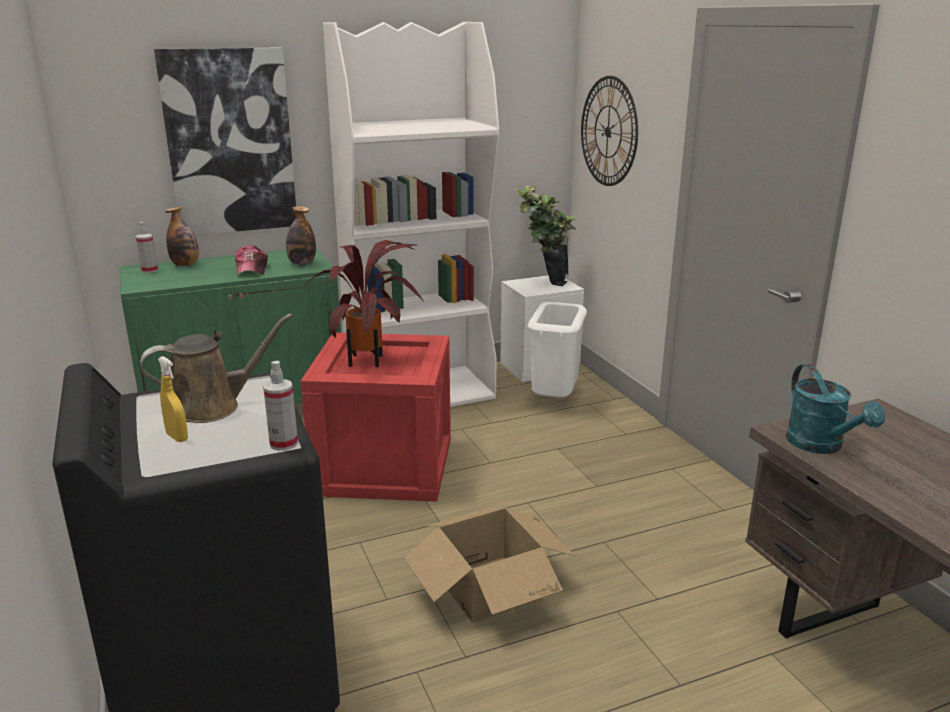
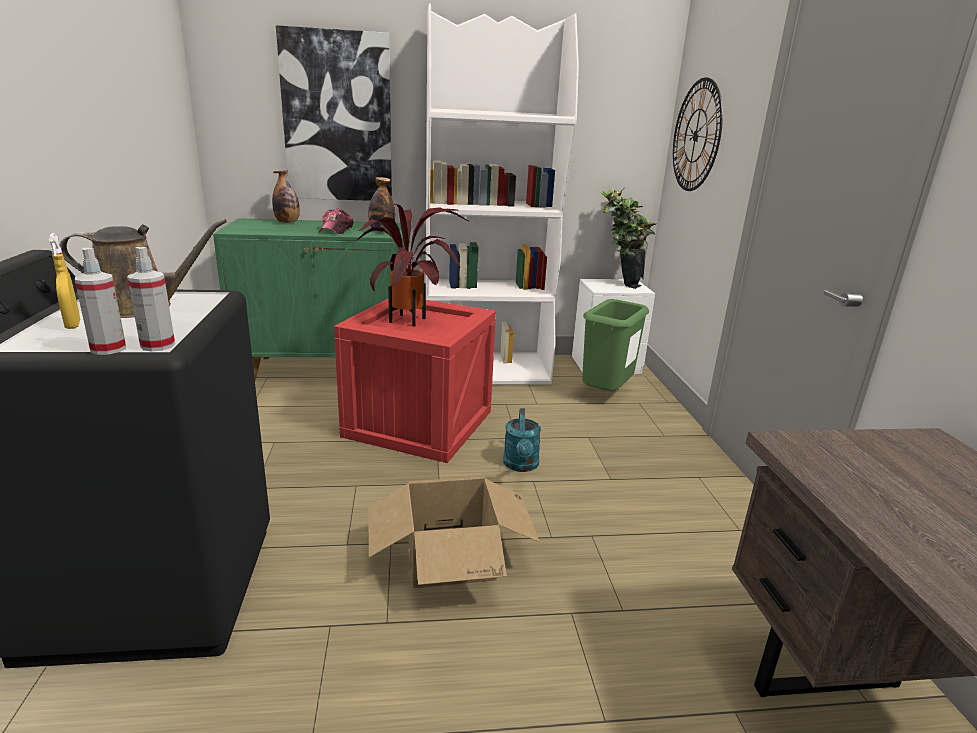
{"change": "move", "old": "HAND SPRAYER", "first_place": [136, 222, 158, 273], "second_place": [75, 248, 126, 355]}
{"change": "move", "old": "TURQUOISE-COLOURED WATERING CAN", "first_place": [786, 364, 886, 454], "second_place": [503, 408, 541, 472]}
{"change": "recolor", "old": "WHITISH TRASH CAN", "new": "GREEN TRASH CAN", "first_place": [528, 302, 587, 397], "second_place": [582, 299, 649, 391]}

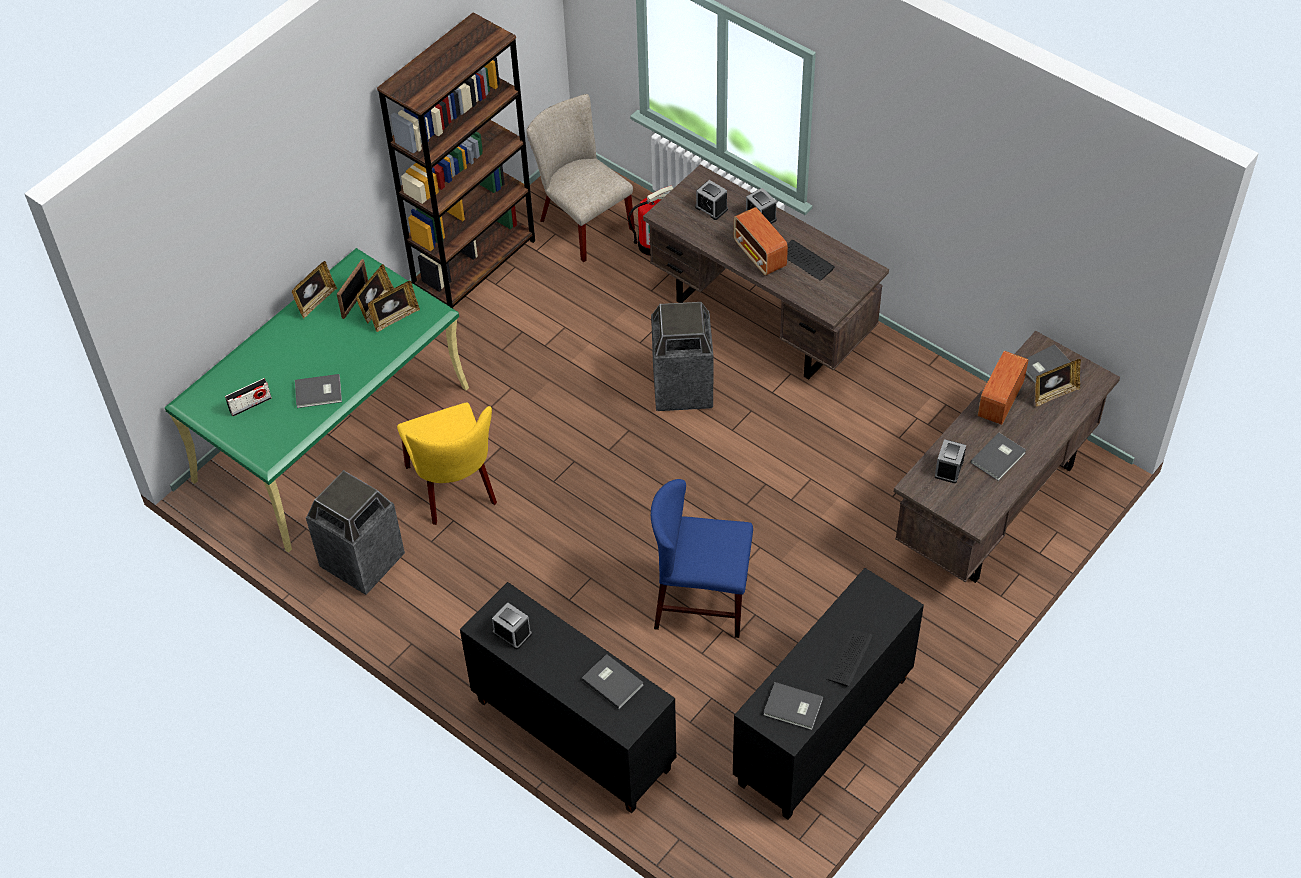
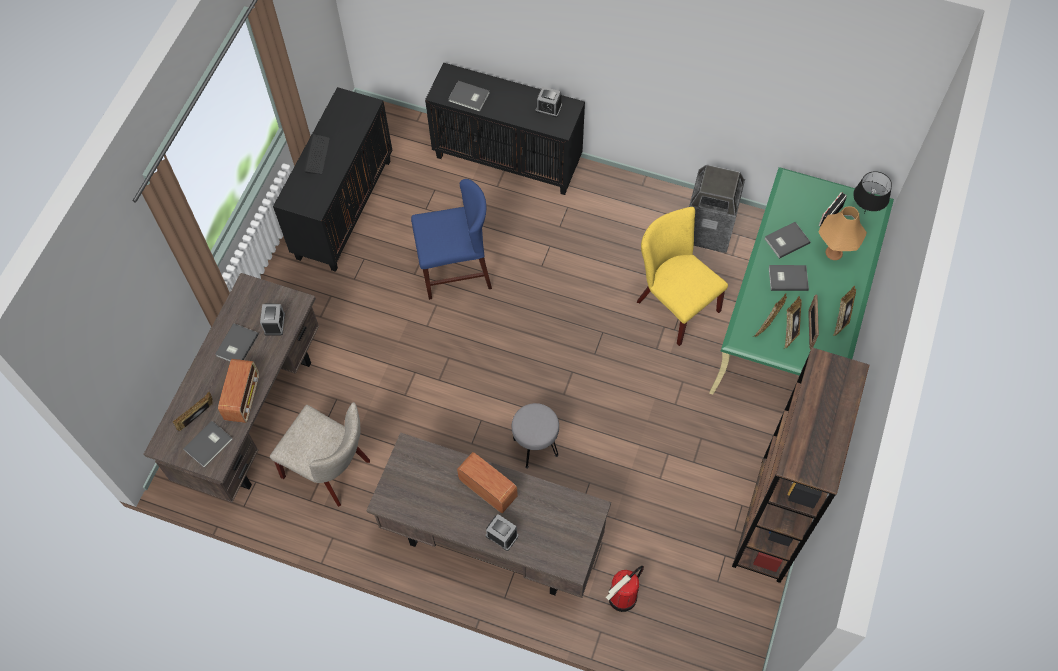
{"change": "move", "old": "BEIGE-COLOURED UPRIGHT CHAIR", "first_place": [526, 94, 635, 262], "second_place": [270, 402, 370, 507]}
{"change": "replace", "old": "TRASH CAN", "new": "GRAY STOOL SEAT", "first_place": [651, 302, 713, 411], "second_place": [512, 403, 559, 469]}
{"change": "move", "old": "GRAY BOUND BOOK", "first_place": [763, 682, 823, 730], "second_place": [769, 265, 809, 291]}
{"change": "insert", "new": "ORANGE-COLOURED TABLE LAMP", "second_place": [818, 206, 867, 260]}
{"change": "insert", "new": "BLACK-COLOURED TABLE LAMP", "second_place": [853, 171, 892, 213]}
{"change": "delete", "old": "ALARM CLOCK", "first_place": [695, 180, 728, 220]}
{"change": "delete", "old": "KEYBOARD", "first_place": [787, 240, 835, 281]}

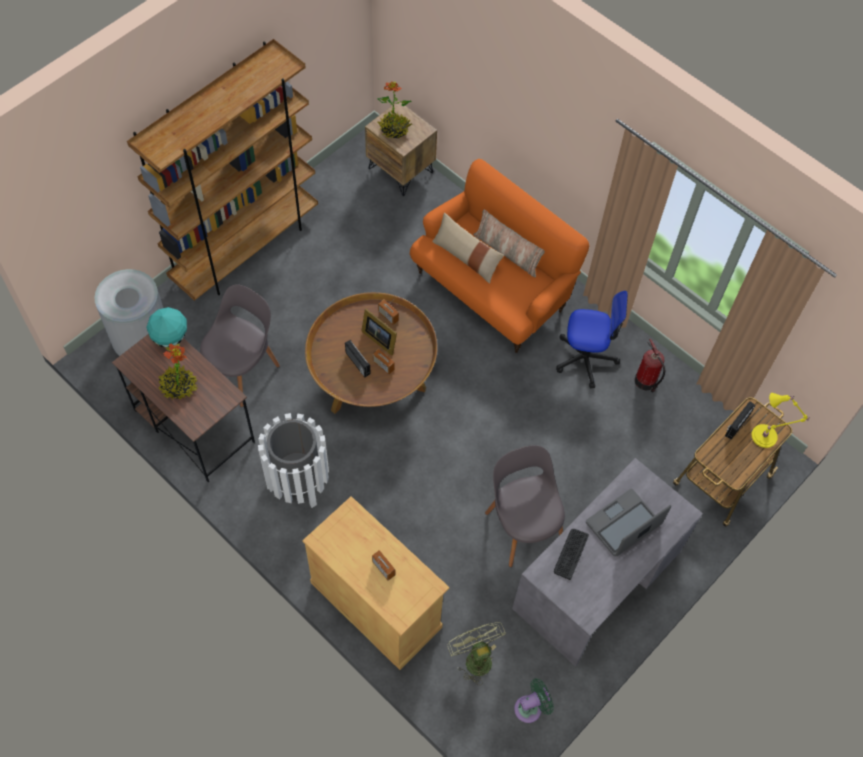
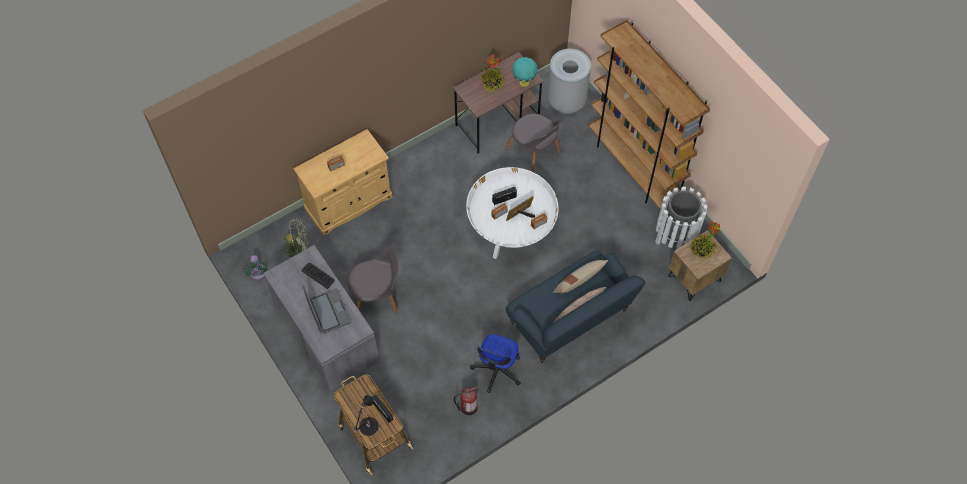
{"change": "recolor", "old": "YELLOW-COLOURED TABLE LAMP", "new": "BLACK-COLOURED TABLE LAMP", "first_place": [751, 393, 810, 448], "second_place": [354, 395, 379, 436]}
{"change": "recolor", "old": "BROWN-COLOURED COFFEE TABLE", "new": "WHITISH COFFEE TABLE", "first_place": [305, 292, 437, 414], "second_place": [466, 167, 558, 259]}
{"change": "recolor", "old": "ORANGE-COLOURED COUCH", "new": "BLUISH COUCH", "first_place": [410, 159, 589, 353], "second_place": [506, 251, 645, 363]}
{"change": "move", "old": "WHITISH TRASH CAN", "first_place": [258, 413, 329, 508], "second_place": [655, 187, 707, 249]}

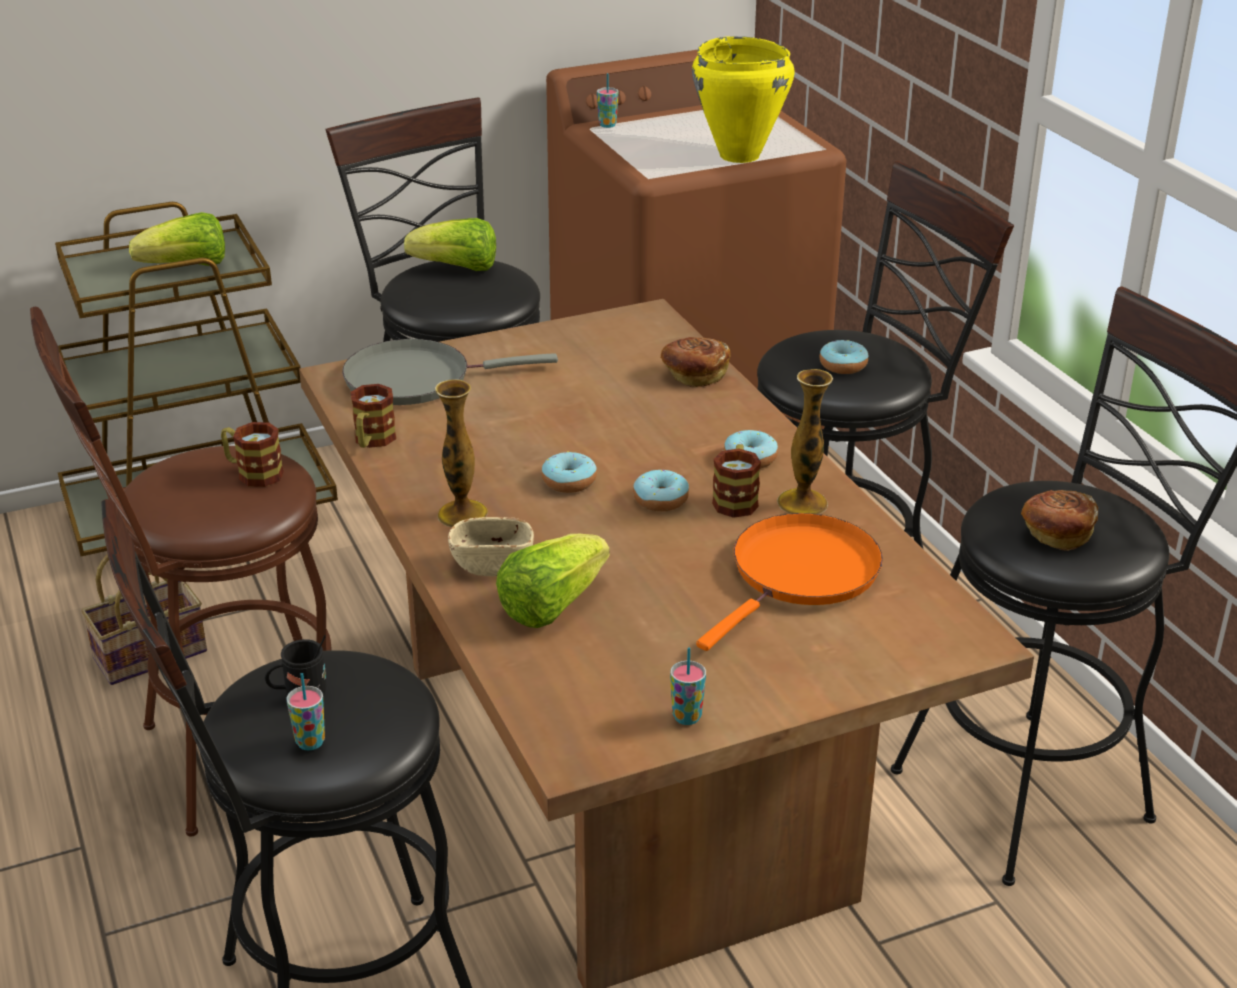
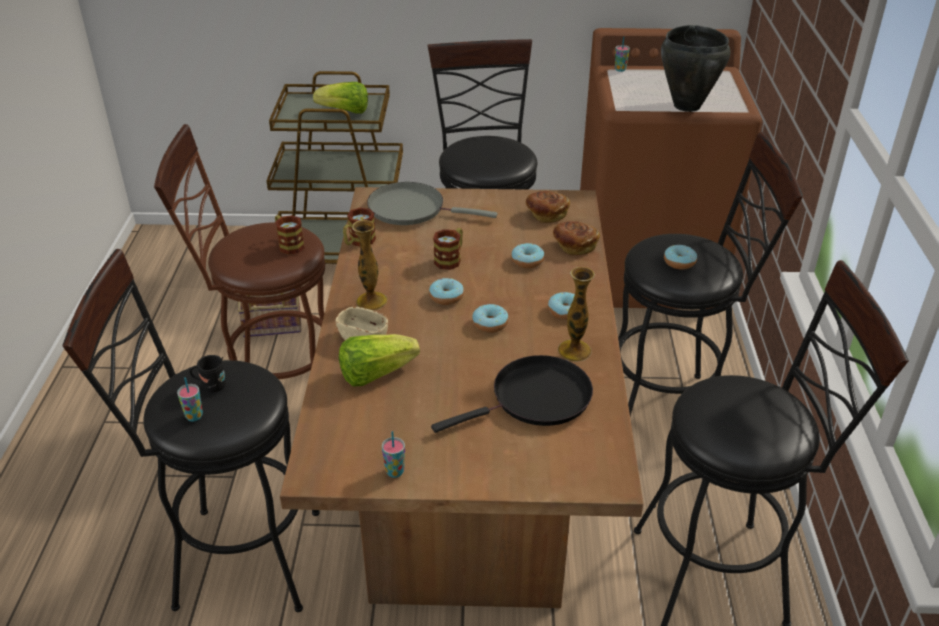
{"change": "recolor", "old": "ORANGE-COLOURED SKILLET", "new": "BLACK-COLOURED SKILLET", "first_place": [696, 513, 883, 651], "second_place": [431, 355, 593, 433]}
{"change": "move", "old": "TEA MUG", "first_place": [712, 444, 761, 518], "second_place": [433, 228, 463, 270]}
{"change": "insert", "new": "DONUT", "second_place": [511, 243, 544, 268]}
{"change": "move", "old": "BAKERY BREAD", "first_place": [1021, 490, 1098, 551], "second_place": [526, 191, 570, 223]}
{"change": "recolor", "old": "YELLOW-COLOURED SAUCEPOT", "new": "BLACK-COLOURED SAUCEPOT", "first_place": [692, 36, 795, 163], "second_place": [661, 25, 731, 112]}
{"change": "delete", "old": "HEAD OF LETTUCE", "first_place": [404, 218, 496, 271]}

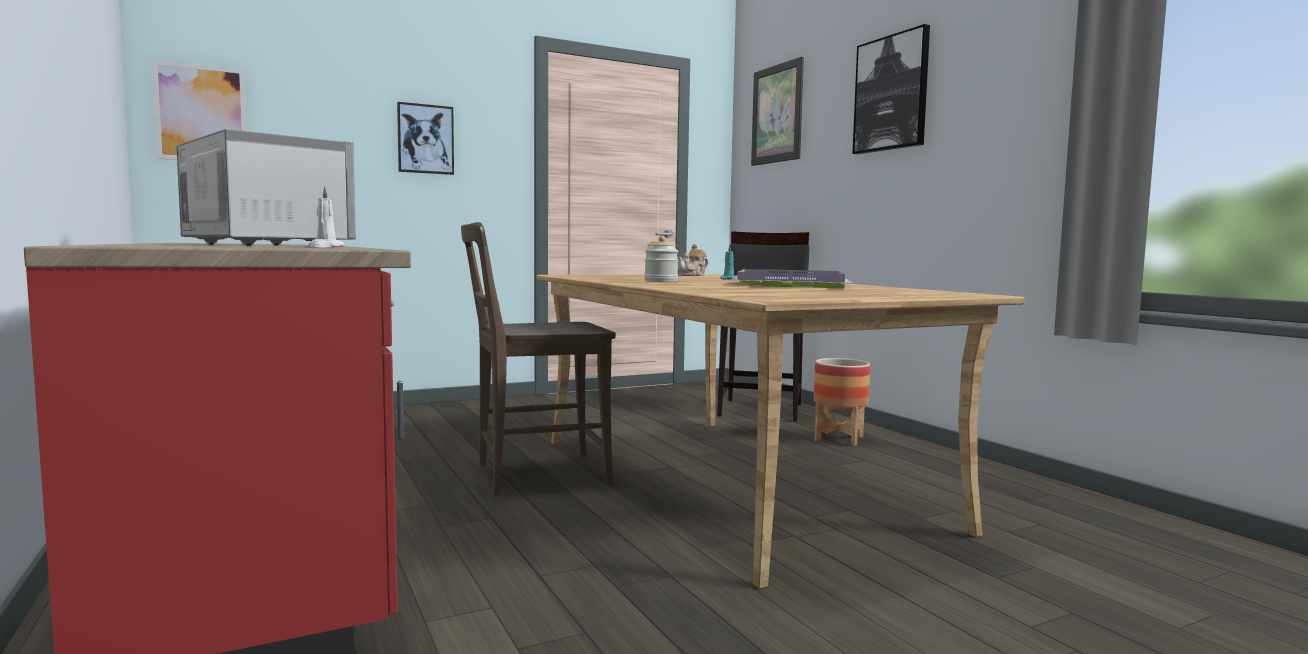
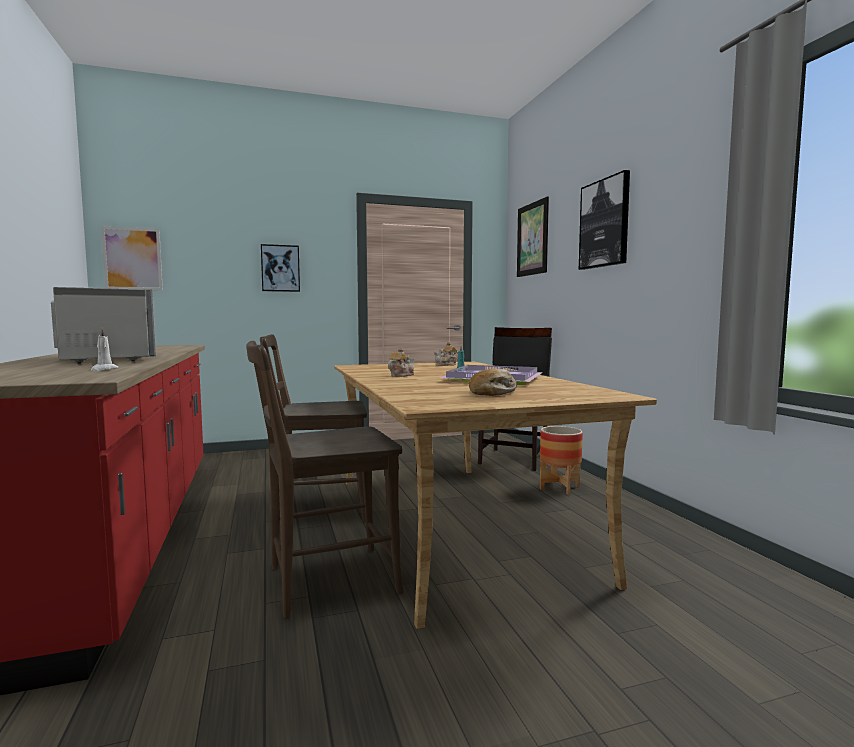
{"change": "insert", "new": "BROWN-COLOURED UPRIGHT CHAIR", "second_place": [246, 341, 404, 618]}
{"change": "replace", "old": "STORAGE JAR", "new": "POT FOR TEA", "first_place": [645, 236, 679, 282], "second_place": [388, 347, 415, 377]}
{"change": "insert", "new": "BAKERY BREAD", "second_place": [469, 369, 517, 396]}

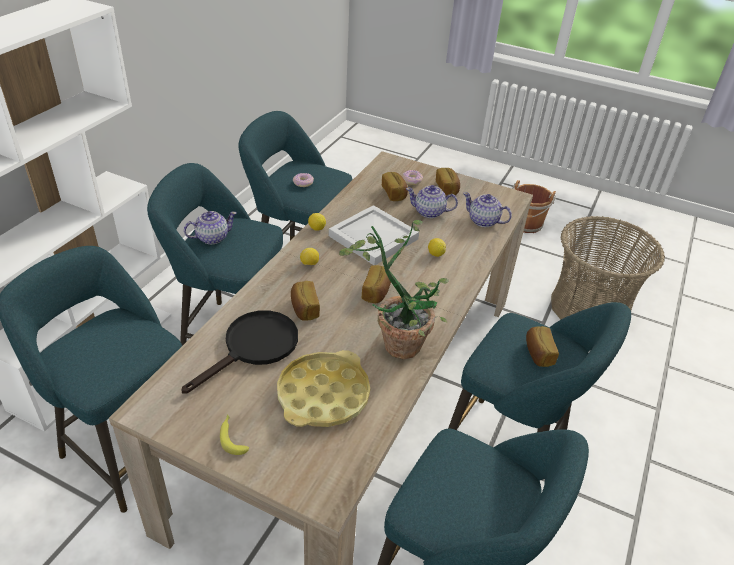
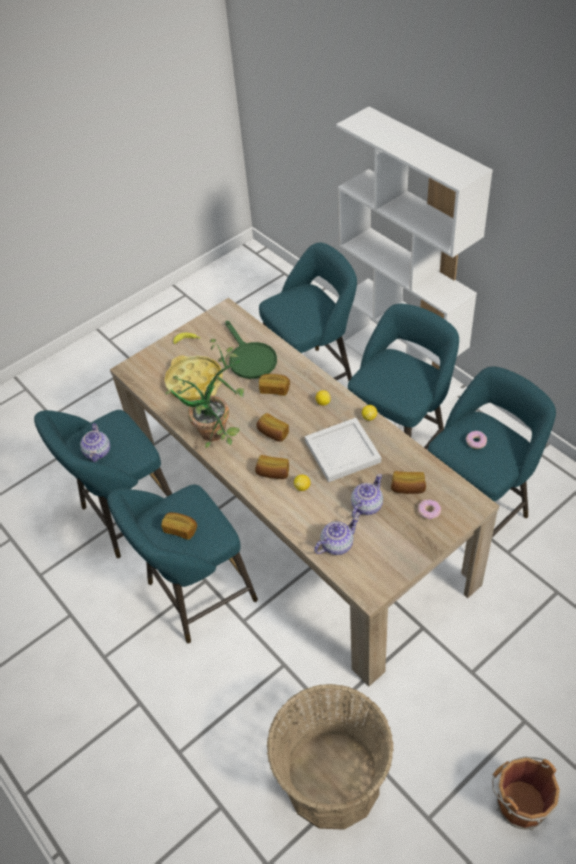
{"change": "move", "old": "POT FOR TEA", "first_place": [184, 211, 237, 244], "second_place": [80, 423, 110, 462]}
{"change": "recolor", "old": "BLACK-COLOURED SKILLET", "new": "GREEN SKILLET", "first_place": [181, 310, 298, 394], "second_place": [225, 321, 277, 379]}
{"change": "move", "old": "BAKERY BREAD", "first_place": [436, 168, 460, 196], "second_place": [255, 455, 289, 479]}

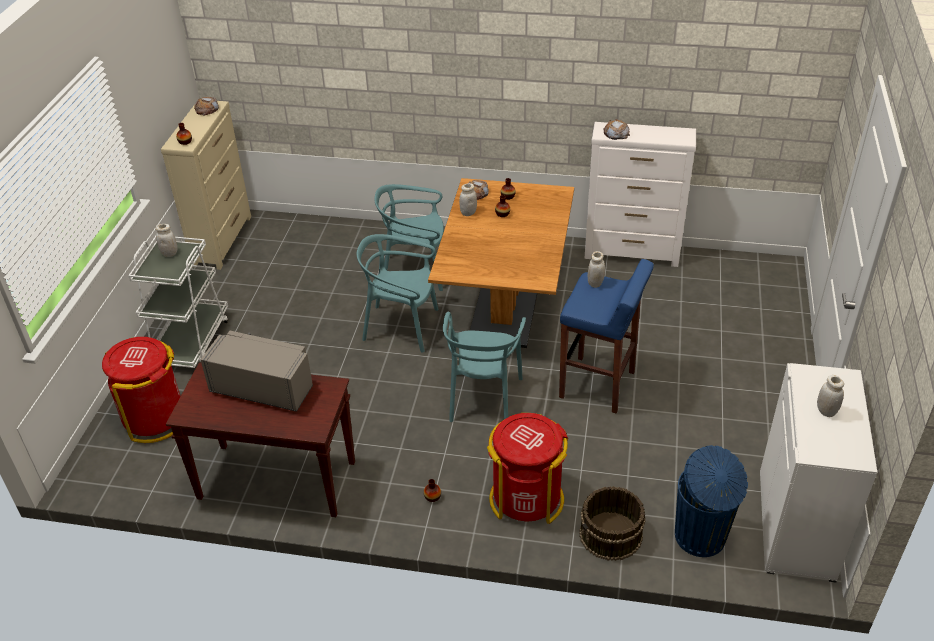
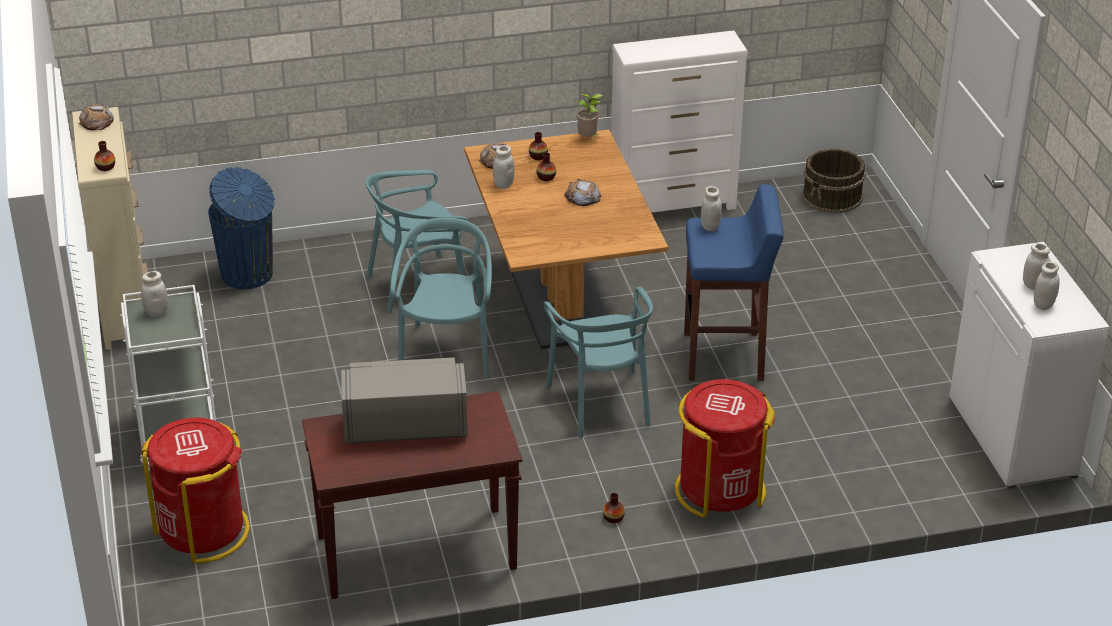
{"change": "move", "old": "BLUISH TRASH CAN", "first_place": [675, 445, 748, 557], "second_place": [208, 167, 275, 289]}
{"change": "rotate", "old": "TURQUOISE-COLOURED UPRIGHT CHAIR", "first_place": [357, 234, 439, 353], "second_place": [390, 218, 492, 379], "degrees": 105}
{"change": "move", "old": "BAKERY BREAD", "first_place": [604, 119, 630, 140], "second_place": [564, 179, 601, 206]}
{"change": "insert", "new": "HOUSEPLANT", "second_place": [577, 94, 603, 137]}
{"change": "move", "old": "BROWN-COLOURED PAIL", "first_place": [579, 486, 646, 561], "second_place": [802, 149, 866, 213]}
{"change": "insert", "new": "WHITISH STORAGE JAR", "second_place": [1034, 262, 1060, 310]}

